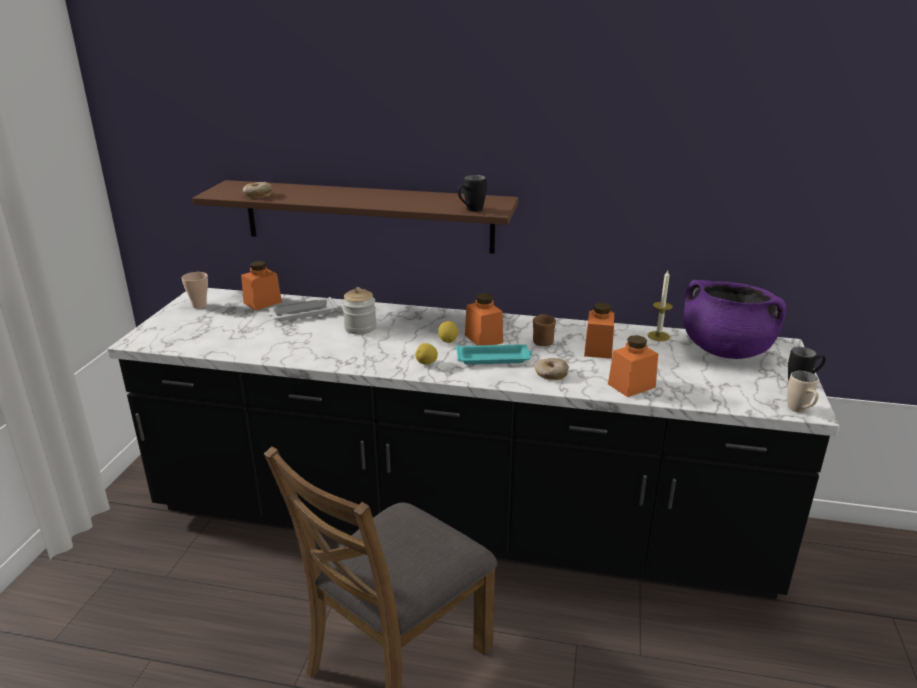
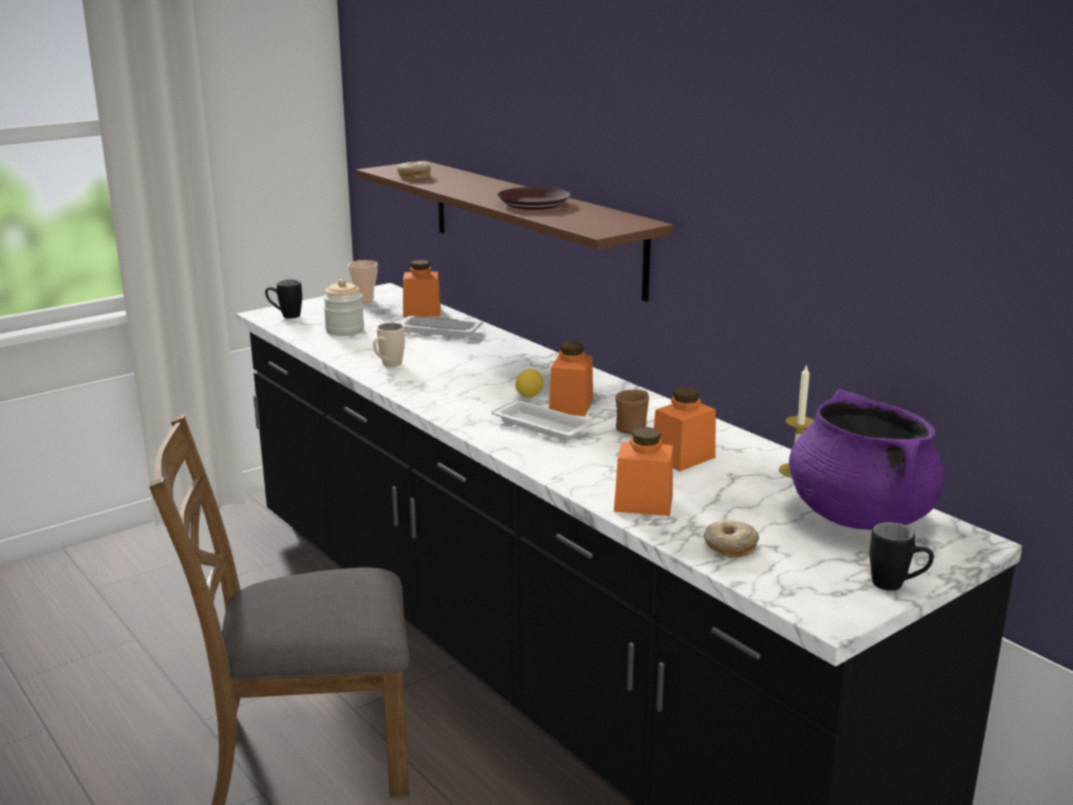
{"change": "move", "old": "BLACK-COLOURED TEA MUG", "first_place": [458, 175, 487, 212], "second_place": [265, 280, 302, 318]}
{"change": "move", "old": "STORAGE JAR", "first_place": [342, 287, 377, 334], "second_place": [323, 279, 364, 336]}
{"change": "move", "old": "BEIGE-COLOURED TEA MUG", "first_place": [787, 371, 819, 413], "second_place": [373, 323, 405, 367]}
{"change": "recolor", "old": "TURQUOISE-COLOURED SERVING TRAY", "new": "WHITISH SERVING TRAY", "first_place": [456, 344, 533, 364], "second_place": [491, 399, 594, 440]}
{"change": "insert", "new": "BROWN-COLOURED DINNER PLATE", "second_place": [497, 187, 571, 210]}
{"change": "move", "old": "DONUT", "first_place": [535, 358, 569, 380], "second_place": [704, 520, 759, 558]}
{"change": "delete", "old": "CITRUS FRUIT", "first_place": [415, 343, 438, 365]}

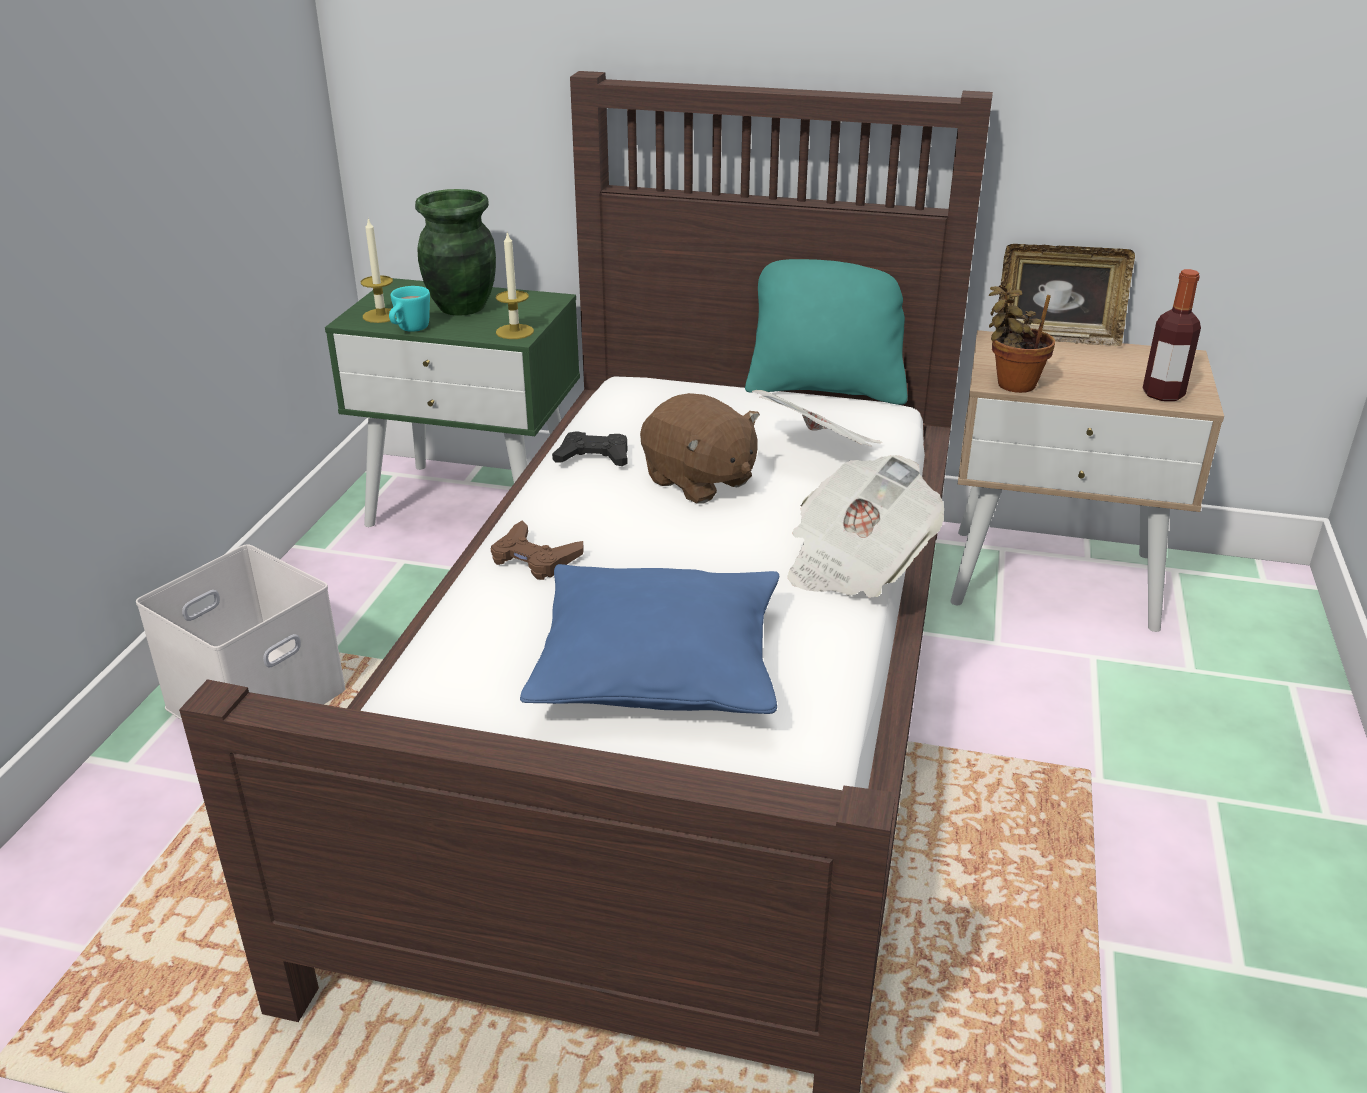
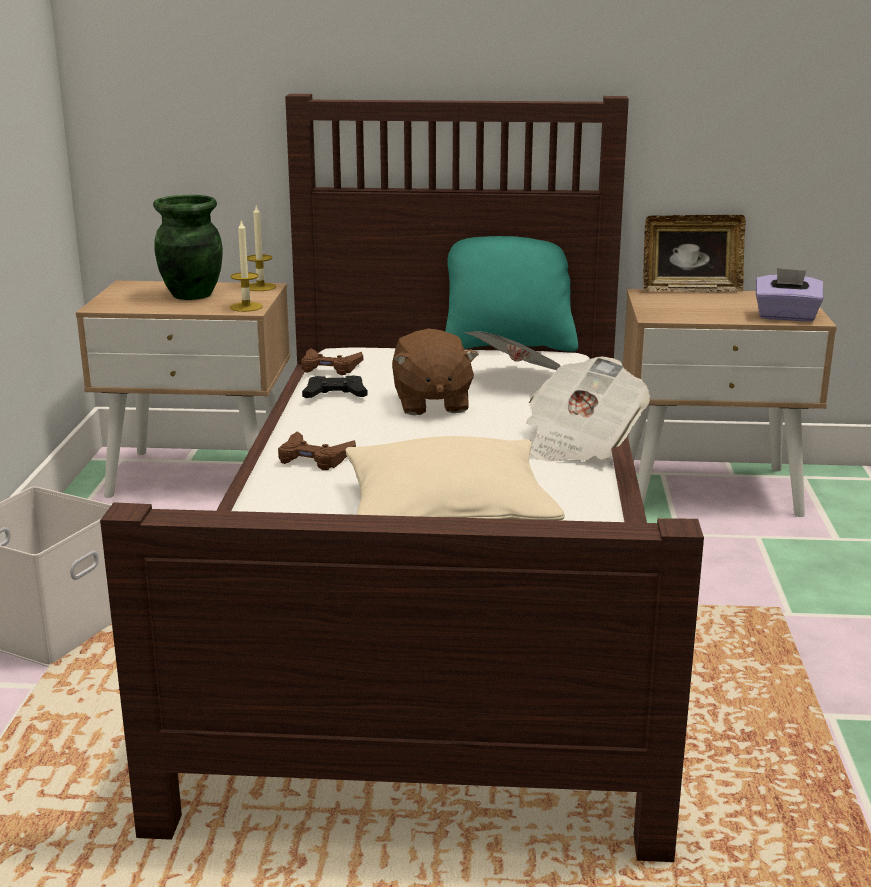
{"change": "recolor", "old": "GREEN BEDSIDE TABLE", "new": "BEIGE-COLOURED BEDSIDE TABLE", "first_place": [325, 278, 580, 527], "second_place": [76, 280, 290, 498]}
{"change": "move", "old": "WAX LIGHT", "first_place": [361, 217, 396, 323], "second_place": [247, 206, 276, 291]}
{"change": "insert", "new": "BROWN-COLOURED JOYPAD", "second_place": [301, 348, 363, 375]}
{"change": "recolor", "old": "BLUISH THROW PILLOW", "new": "BEIGE-COLOURED THROW PILLOW", "first_place": [520, 564, 779, 714], "second_place": [346, 436, 565, 520]}
{"change": "rotate", "old": "BROWN-COLOURED PLUSH TOY", "first_place": [640, 393, 760, 504], "second_place": [392, 329, 478, 415], "degrees": 45}
{"change": "replace", "old": "BEVERAGE BOTTLE", "new": "PURPLE BOX OF TISSUES", "first_place": [1143, 269, 1201, 401], "second_place": [756, 268, 823, 322]}
{"change": "delete", "old": "TURQUOISE-COLOURED TEA MUG", "first_place": [389, 286, 430, 332]}
{"change": "delete", "old": "HOUSEPLANT", "first_place": [989, 283, 1055, 393]}

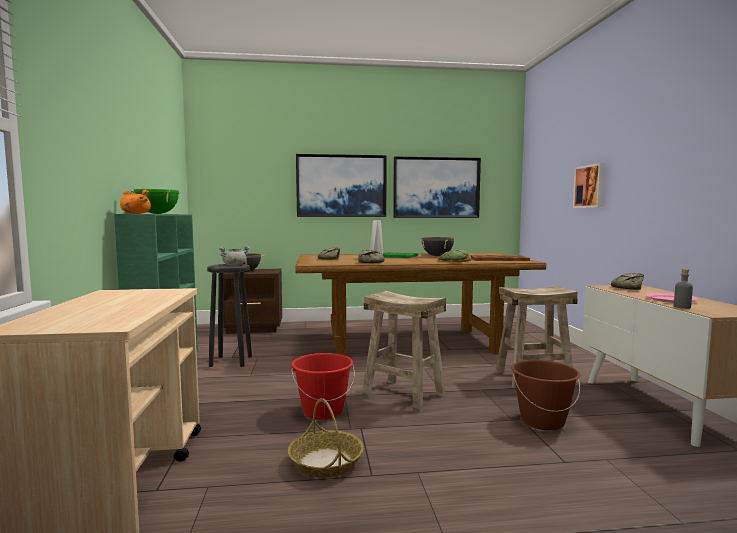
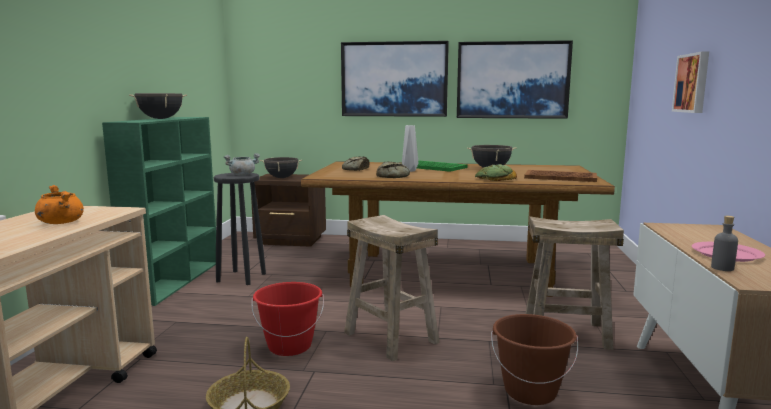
{"change": "move", "old": "ORANGE-COLOURED SAUCEPOT", "first_place": [120, 190, 151, 214], "second_place": [35, 185, 84, 224]}
{"change": "recolor", "old": "GREEN SAUCEPOT", "new": "BLACK-COLOURED SAUCEPOT", "first_place": [130, 189, 181, 214], "second_place": [129, 93, 187, 119]}
{"change": "delete", "old": "BAKERY BREAD", "first_place": [611, 273, 644, 290]}

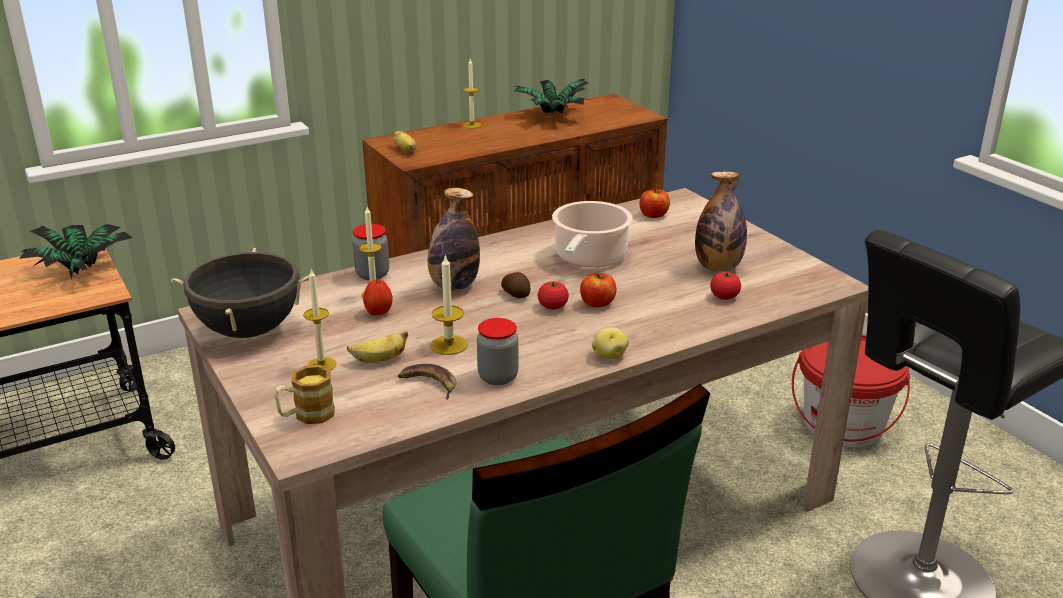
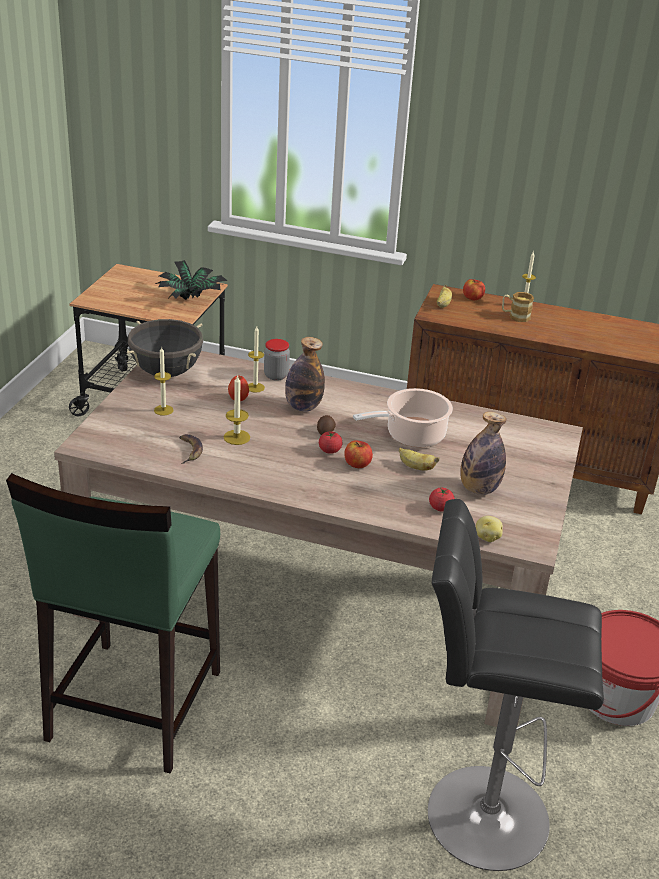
{"change": "move", "old": "BANANA FRUIT", "first_place": [347, 331, 408, 363], "second_place": [399, 448, 439, 470]}
{"change": "move", "old": "WHOLE APPLE", "first_place": [639, 189, 670, 218], "second_place": [463, 279, 485, 300]}
{"change": "move", "old": "WHOLE POTATO", "first_place": [592, 327, 629, 359], "second_place": [476, 516, 503, 542]}
{"change": "move", "old": "TEA MUG", "first_place": [274, 365, 335, 424], "second_place": [502, 292, 534, 322]}
{"change": "delete", "old": "STORAGE JAR", "first_place": [477, 318, 519, 385]}
{"change": "delete", "old": "HOUSEPLANT", "first_place": [515, 79, 589, 114]}

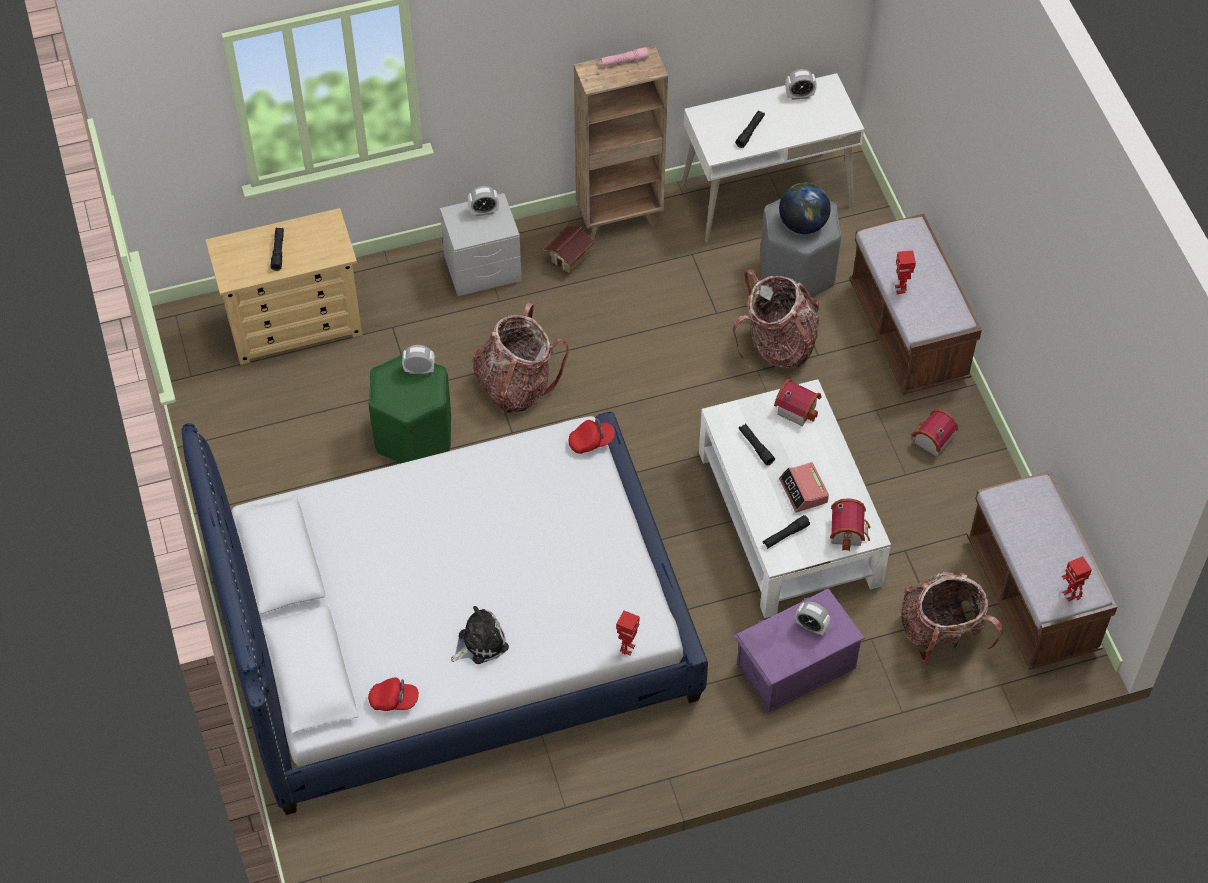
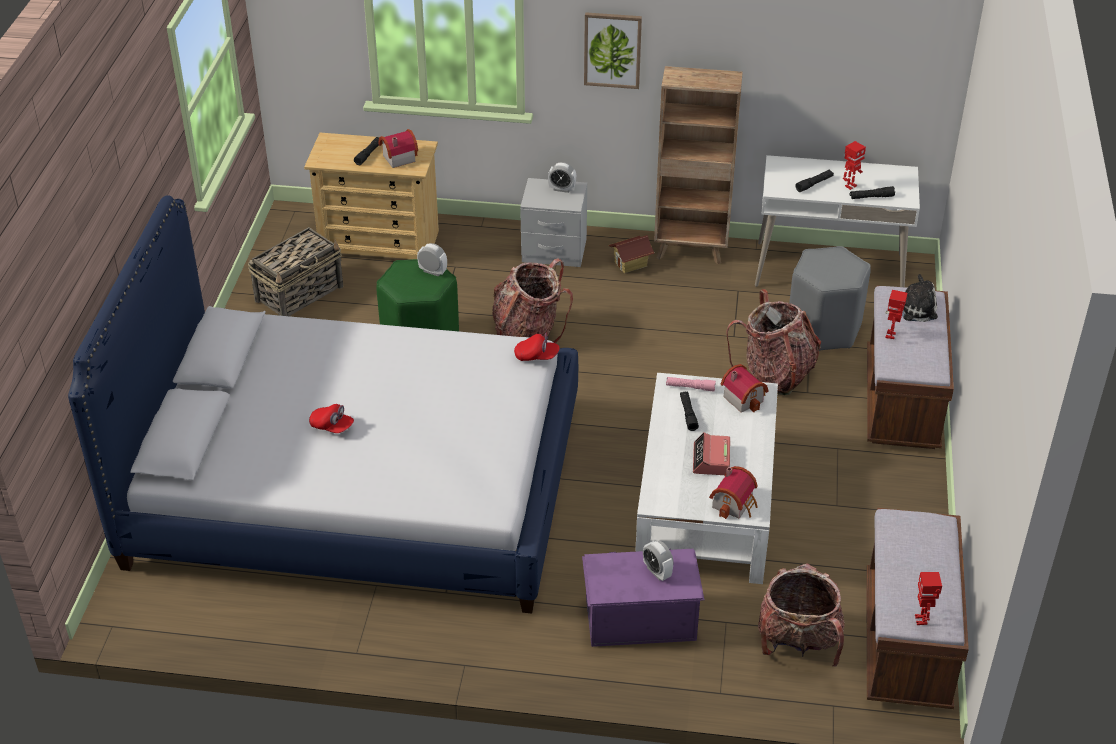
{"change": "insert", "new": "BASKET", "second_place": [248, 227, 343, 316]}
{"change": "move", "old": "RED PEAKED CAP", "first_place": [368, 677, 419, 711], "second_place": [309, 404, 354, 433]}
{"change": "move", "old": "MODEL HOUSE", "first_place": [911, 409, 958, 457], "second_place": [378, 129, 418, 168]}
{"change": "insert", "new": "WALL ART", "second_place": [584, 12, 642, 89]}
{"change": "move", "old": "PINK-COLOURED TORCH", "first_place": [599, 47, 649, 67], "second_place": [666, 377, 716, 391]}
{"change": "move", "old": "TOY ROBOT", "first_place": [616, 610, 639, 655], "second_place": [843, 141, 866, 190]}
{"change": "move", "old": "BLACK-COLOURED TORCH", "first_place": [763, 515, 810, 549], "second_place": [850, 186, 895, 199]}
{"change": "move", "old": "PLUSH TOY", "first_place": [451, 606, 509, 664], "second_place": [885, 274, 938, 322]}
{"change": "delete", "old": "DESK GLOBE", "first_place": [779, 183, 831, 234]}
{"change": "delete", "old": "ALARM CLOCK", "first_place": [785, 69, 817, 100]}

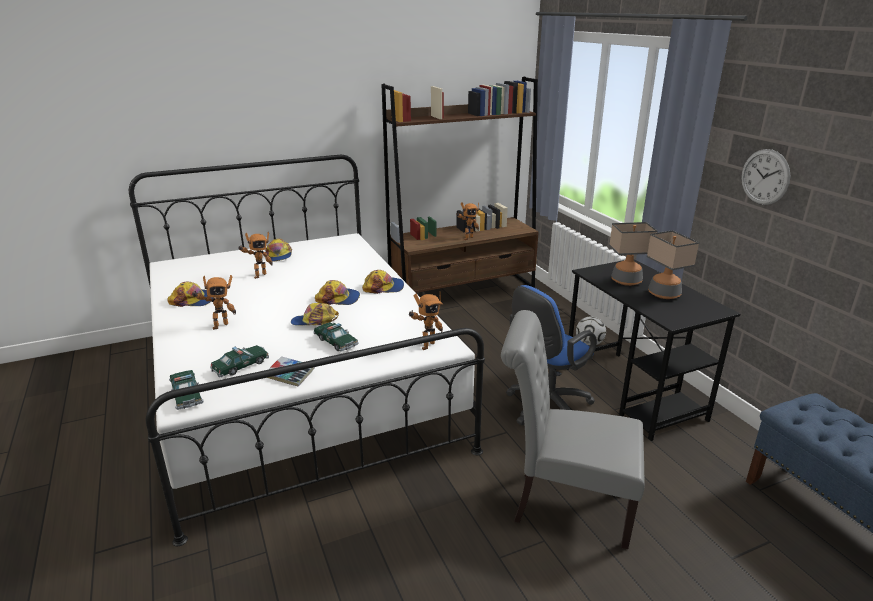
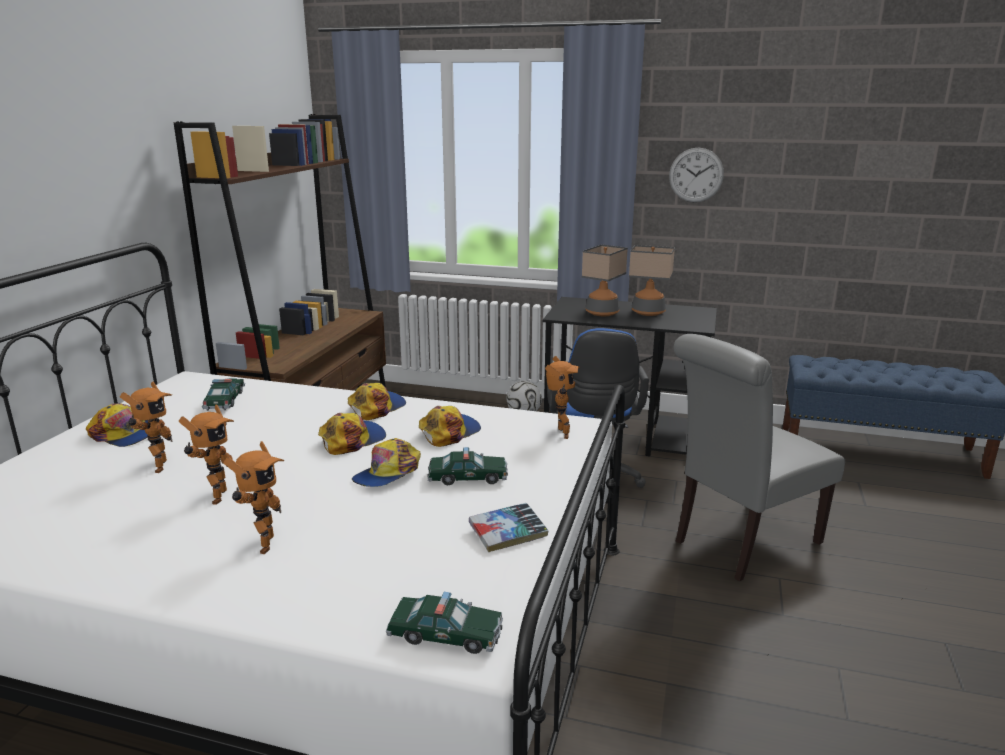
{"change": "move", "old": "TOY ROBOT", "first_place": [456, 202, 479, 240], "second_place": [179, 404, 234, 505]}
{"change": "move", "old": "MODEL CAR", "first_place": [210, 345, 269, 377], "second_place": [202, 378, 245, 411]}
{"change": "move", "old": "PEAKED CAP", "first_place": [167, 281, 214, 307], "second_place": [419, 406, 481, 447]}

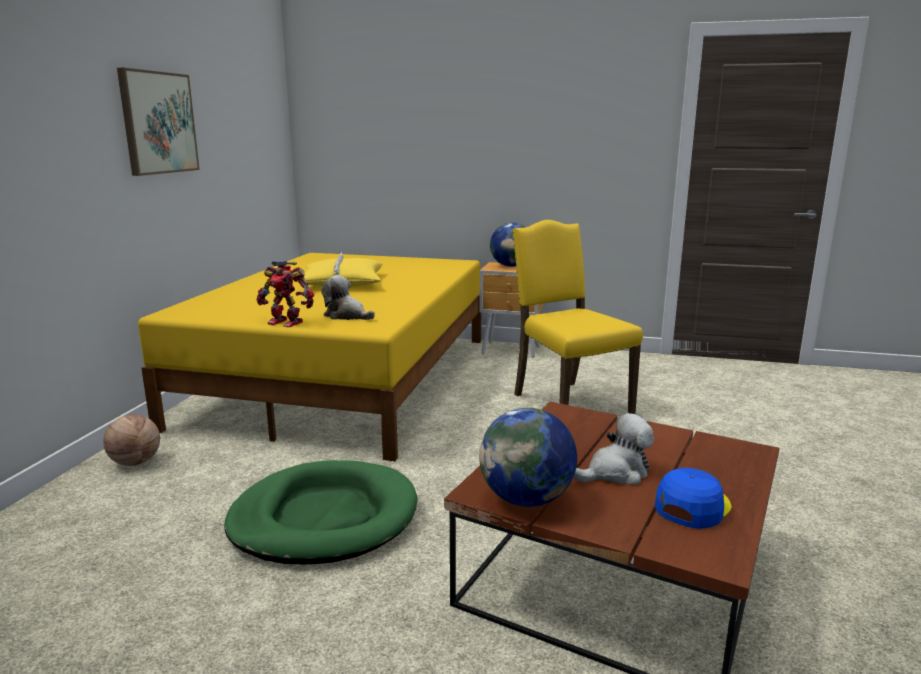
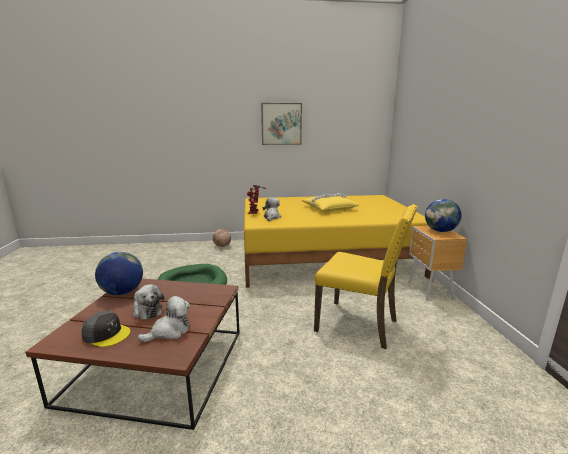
{"change": "recolor", "old": "BLUISH PEAKED CAP", "new": "GRAY PEAKED CAP", "first_place": [655, 467, 731, 529], "second_place": [81, 311, 131, 347]}
{"change": "insert", "new": "PLUSH TOY", "second_place": [137, 296, 190, 342]}
{"change": "rotate", "old": "YELLOW-COLOURED UPRIGHT CHAIR", "first_place": [512, 220, 643, 414], "second_place": [314, 204, 418, 349], "degrees": 75}

